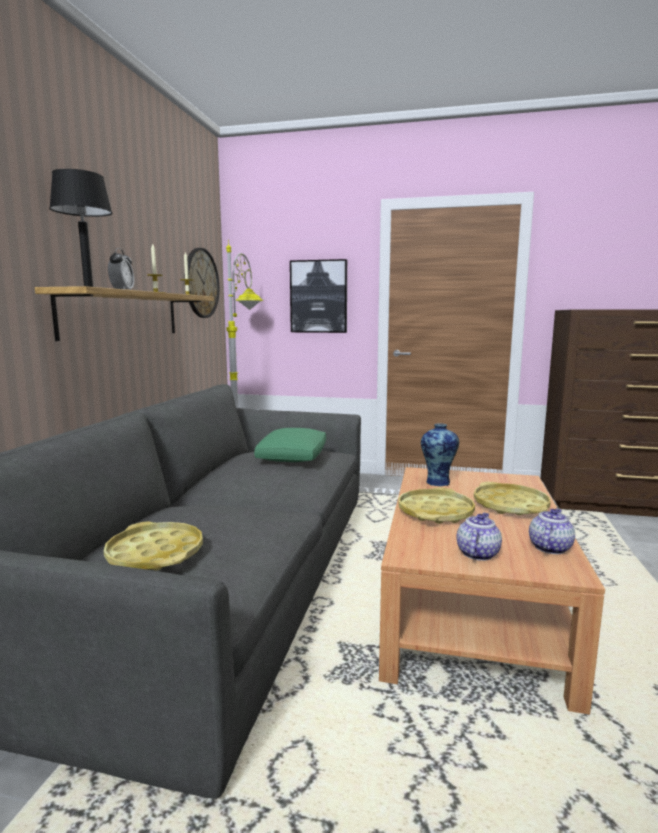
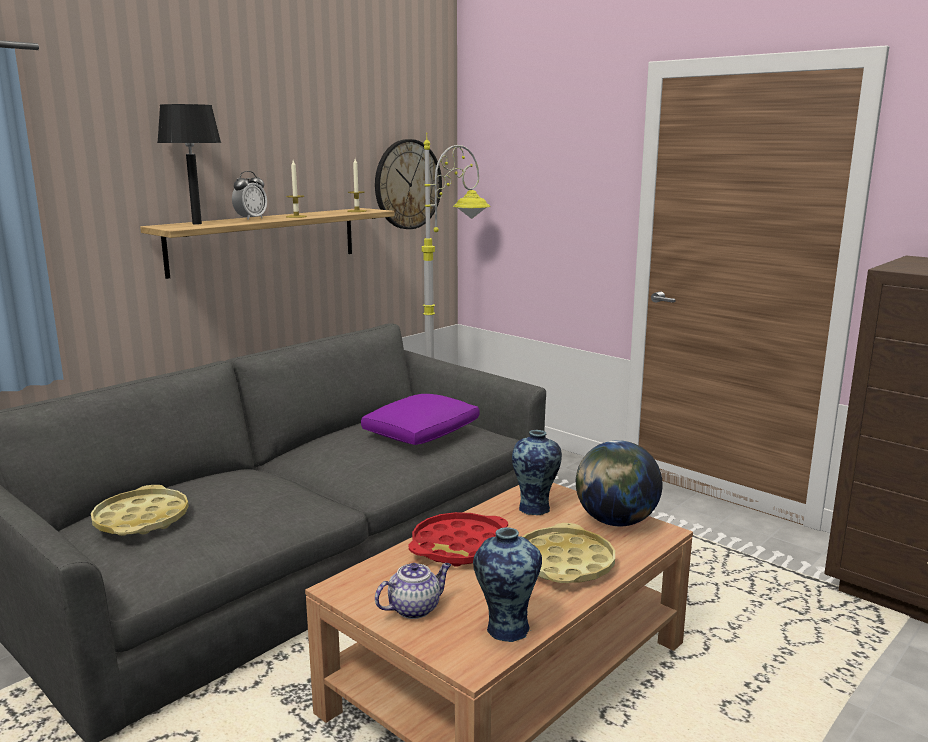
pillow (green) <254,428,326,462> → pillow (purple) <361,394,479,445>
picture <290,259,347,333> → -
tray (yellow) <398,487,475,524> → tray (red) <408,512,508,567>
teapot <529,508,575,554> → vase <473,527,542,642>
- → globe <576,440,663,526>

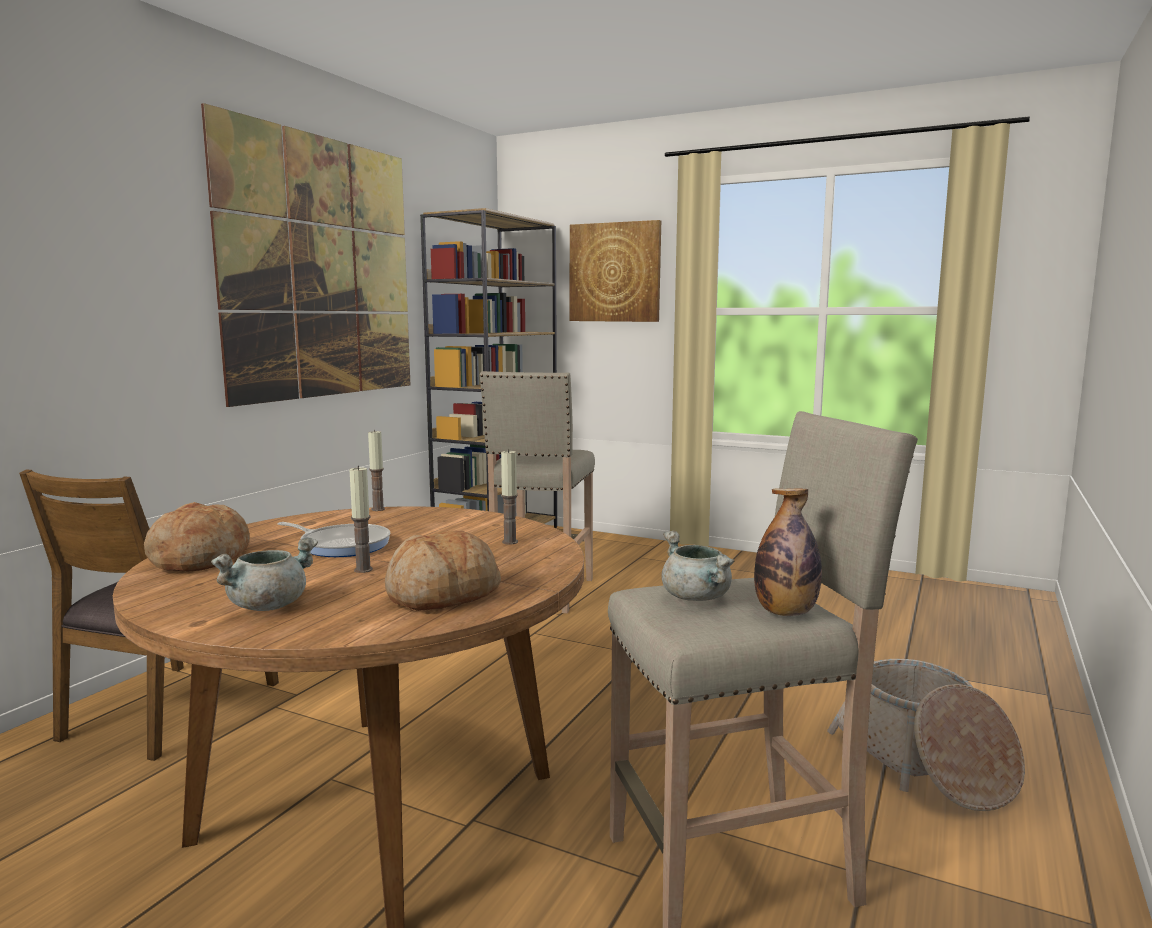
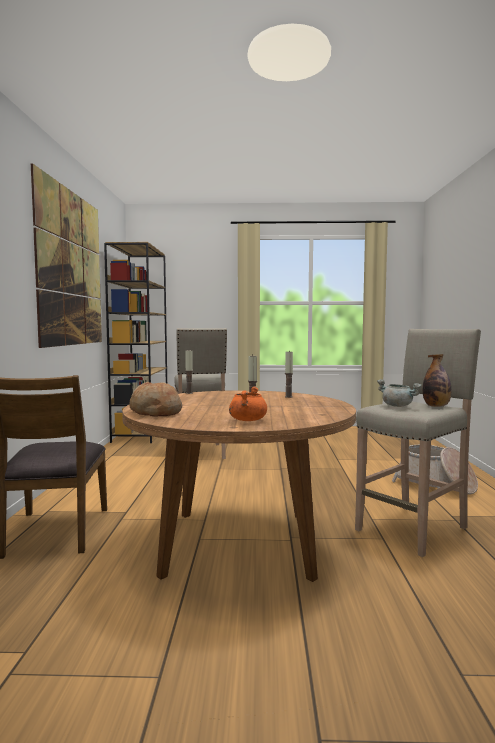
cooking pot (grey) <211,537,318,611> → cooking pot (orange) <229,386,267,421>
frying pan <277,522,390,557> → -
bread <385,531,501,611> → -
picture <570,220,661,322> → -

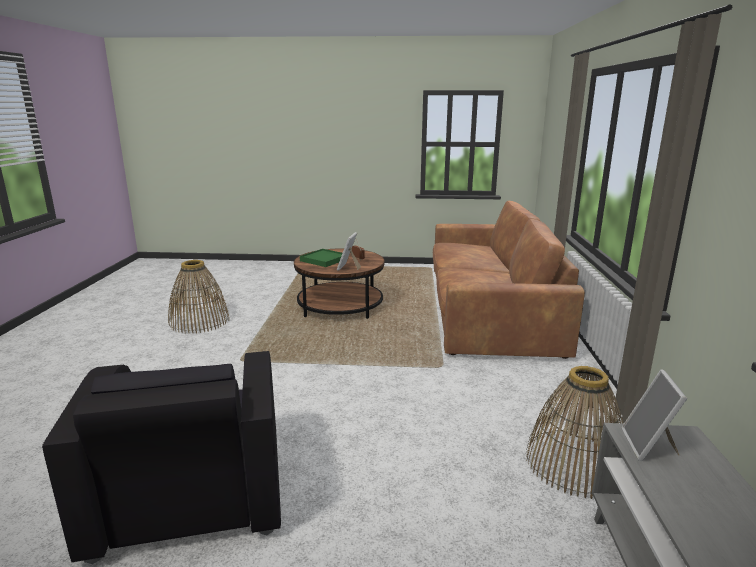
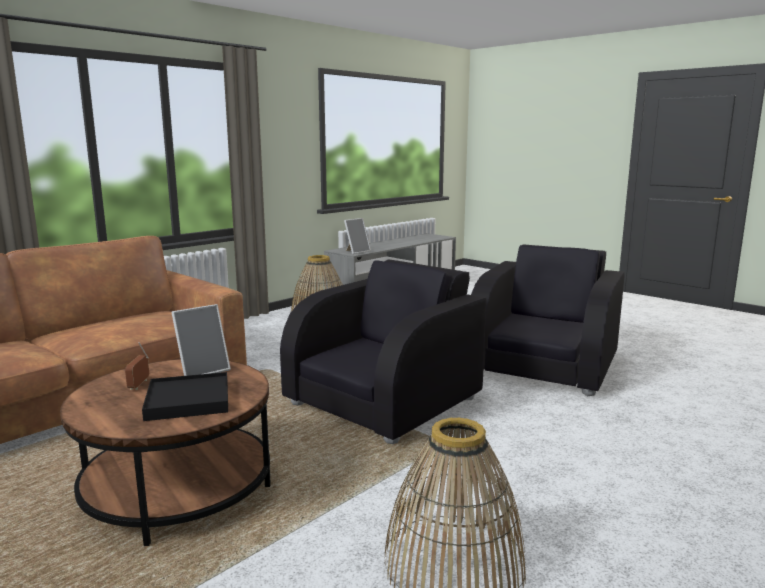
tray (green) <300,249,342,267> → tray (black) <142,372,228,421>
- → armchair (black) <280,260,486,444>

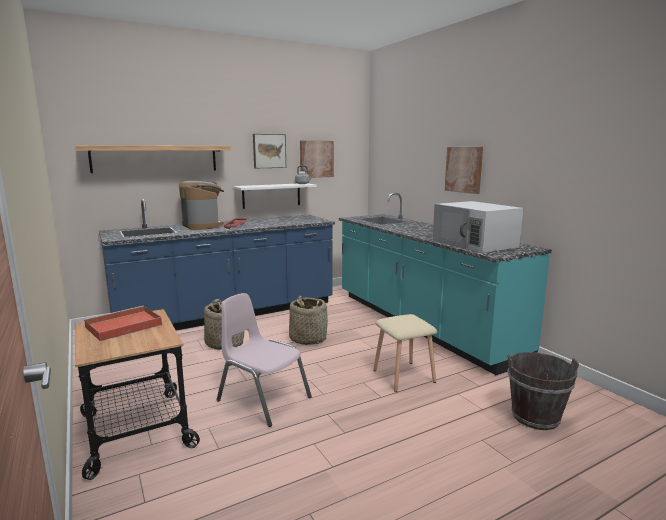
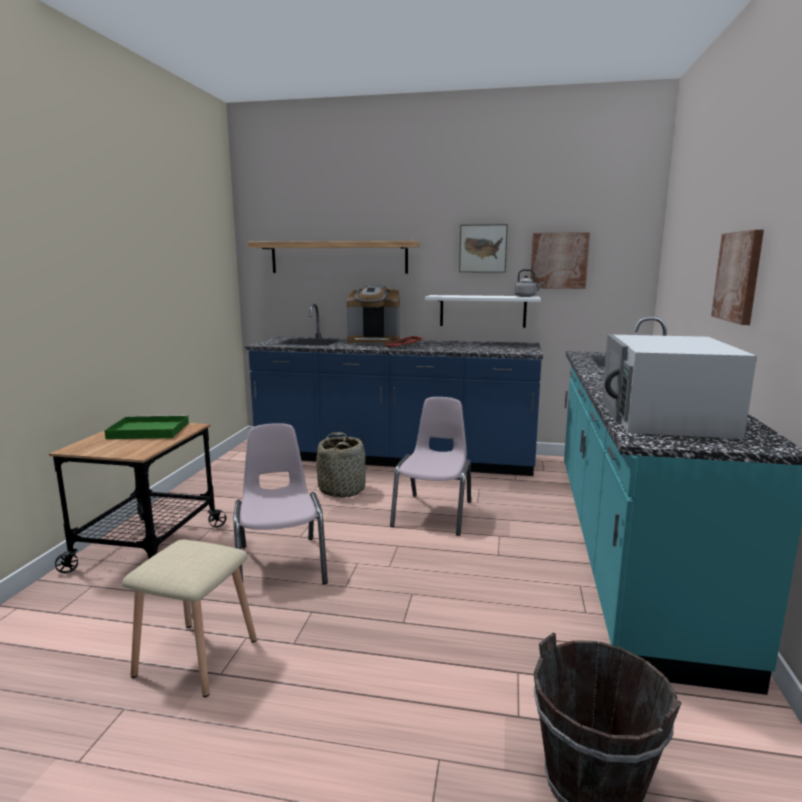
tray (red) <84,306,162,341> → tray (green) <104,415,189,439>
coffee machine <179,181,224,230> → coffee machine <347,284,400,345>, 90 degrees clockwise
basket <289,296,328,345> → chair (pink) <390,397,471,536>
stool (beige) <373,314,437,392> → stool (beige) <122,540,257,697>, relocated

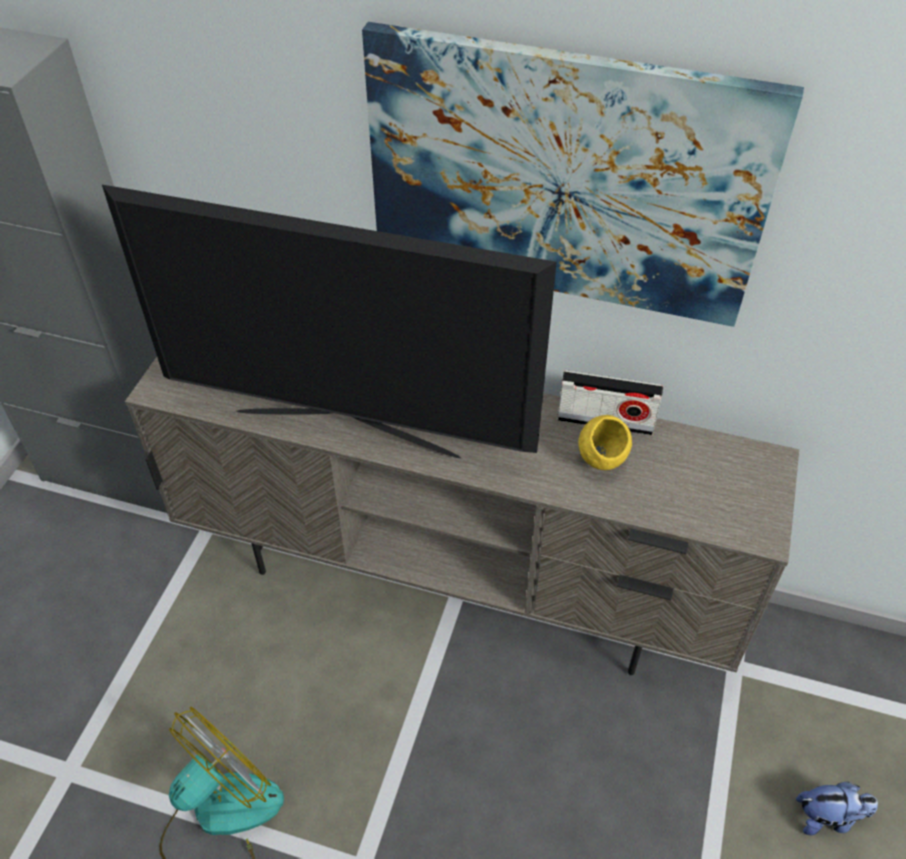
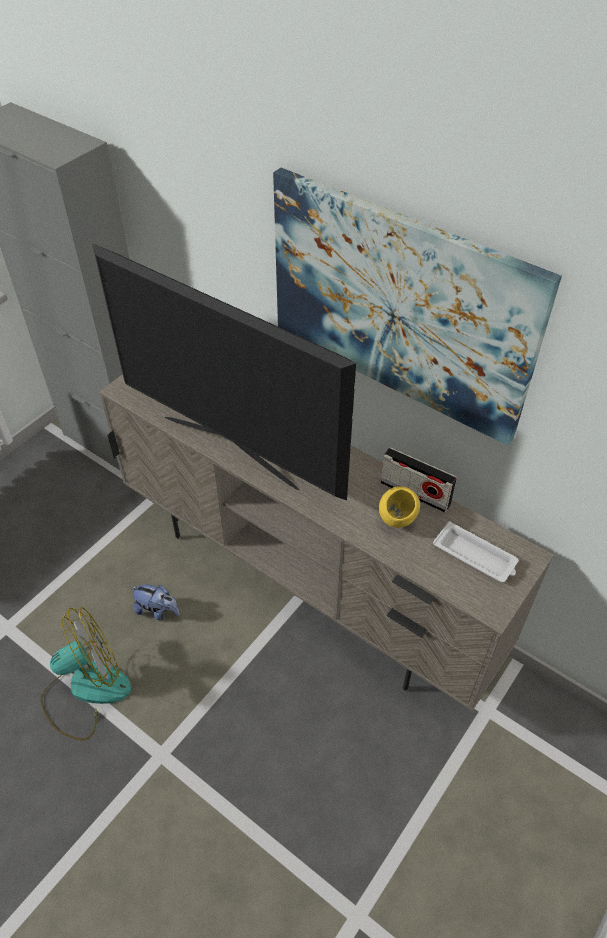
plush toy <796,782,878,835> → plush toy <130,584,180,620>, relocated
- → tray (white) <433,521,519,583>

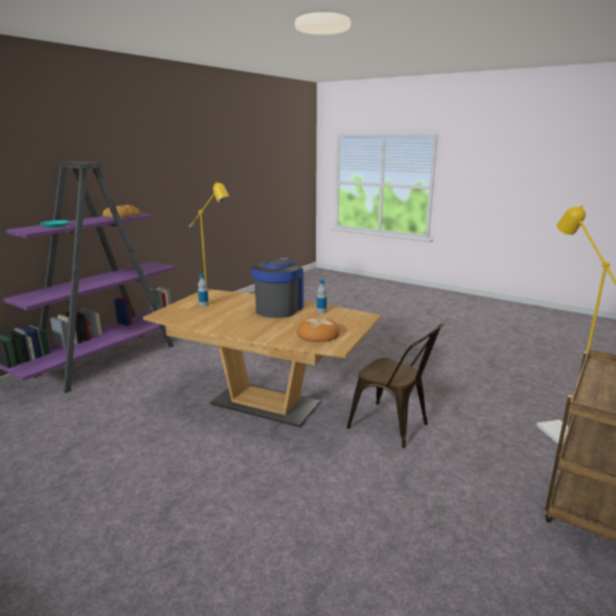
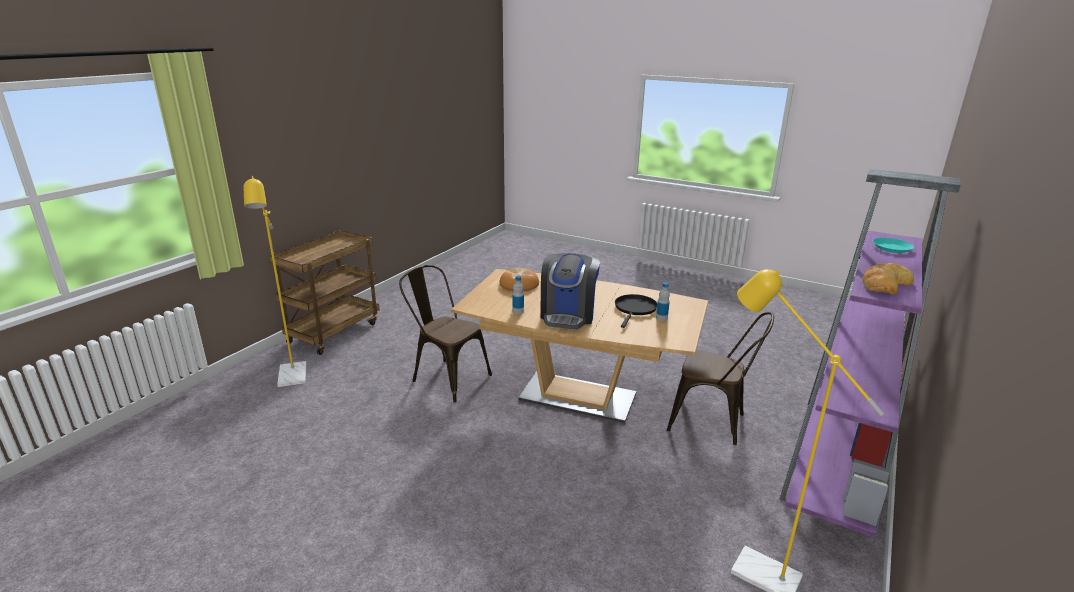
- → frying pan (black) <615,294,657,328>
- → chair (brown) <667,312,774,445>

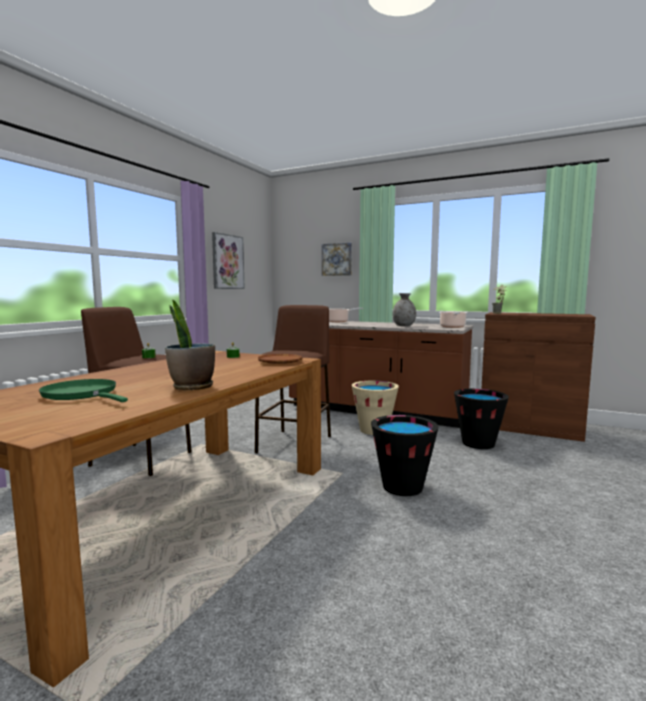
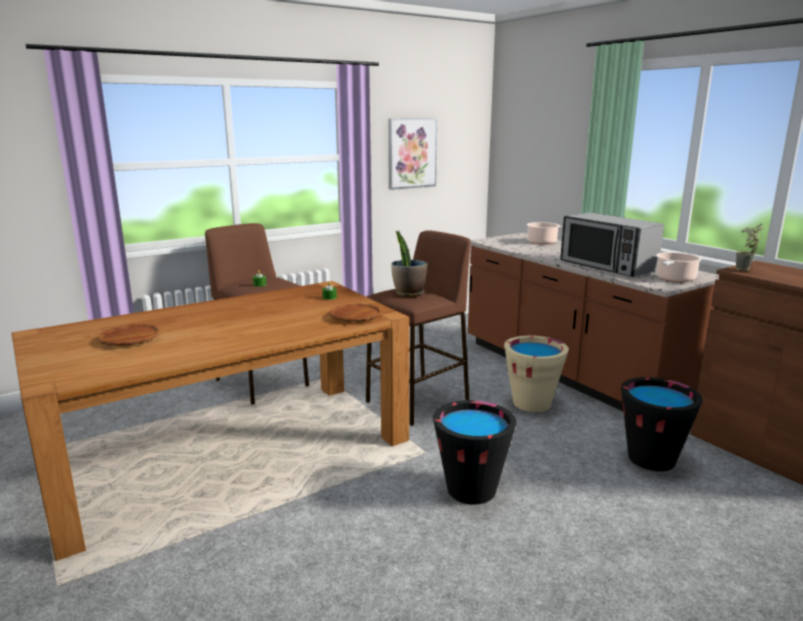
frying pan (green) <39,379,128,402> → plate (brown) <97,324,160,346>
potted plant <165,300,215,390> → potted plant <391,230,427,297>, relocated
picture <322,243,352,276> → -
vase (grey) <392,293,416,326> → microwave <560,213,664,277>

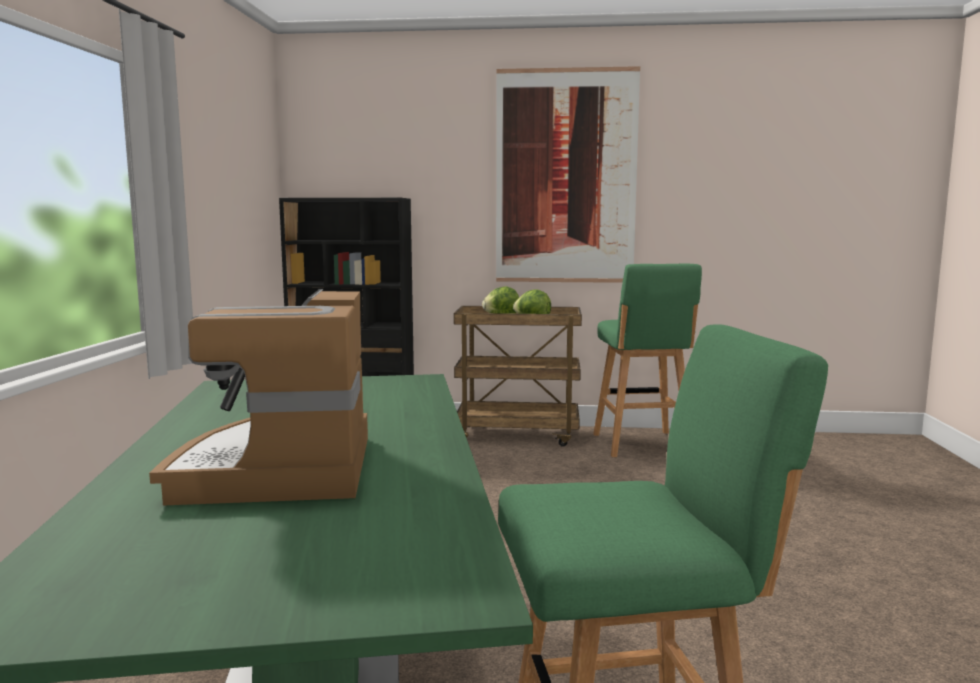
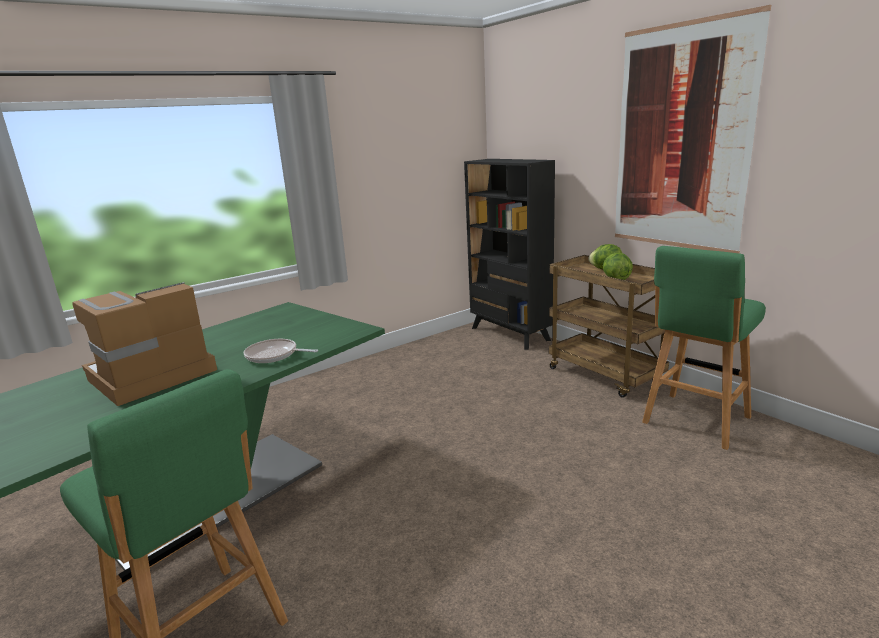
- → frying pan <243,339,318,363>

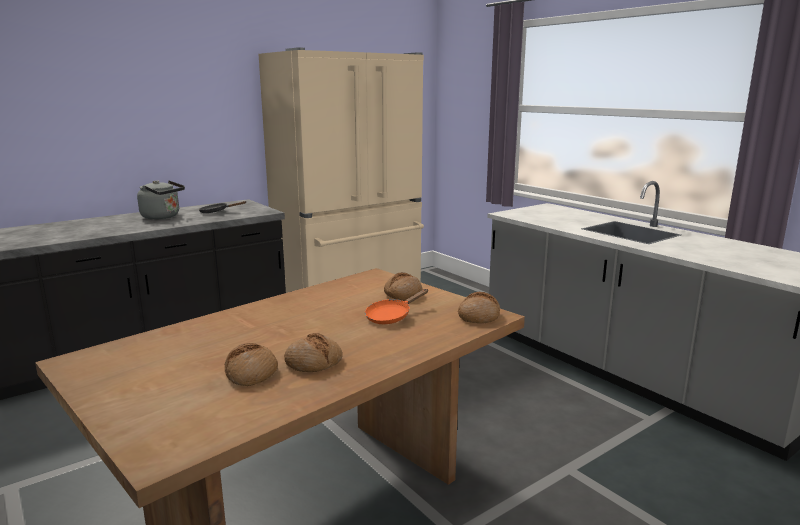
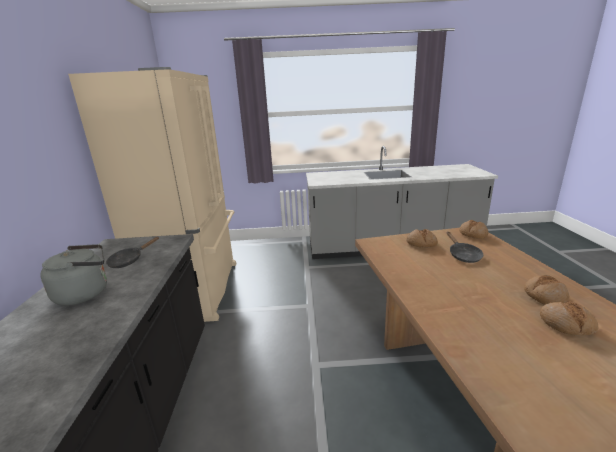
frying pan (orange) <365,289,428,324> → frying pan (black) <447,232,483,263>

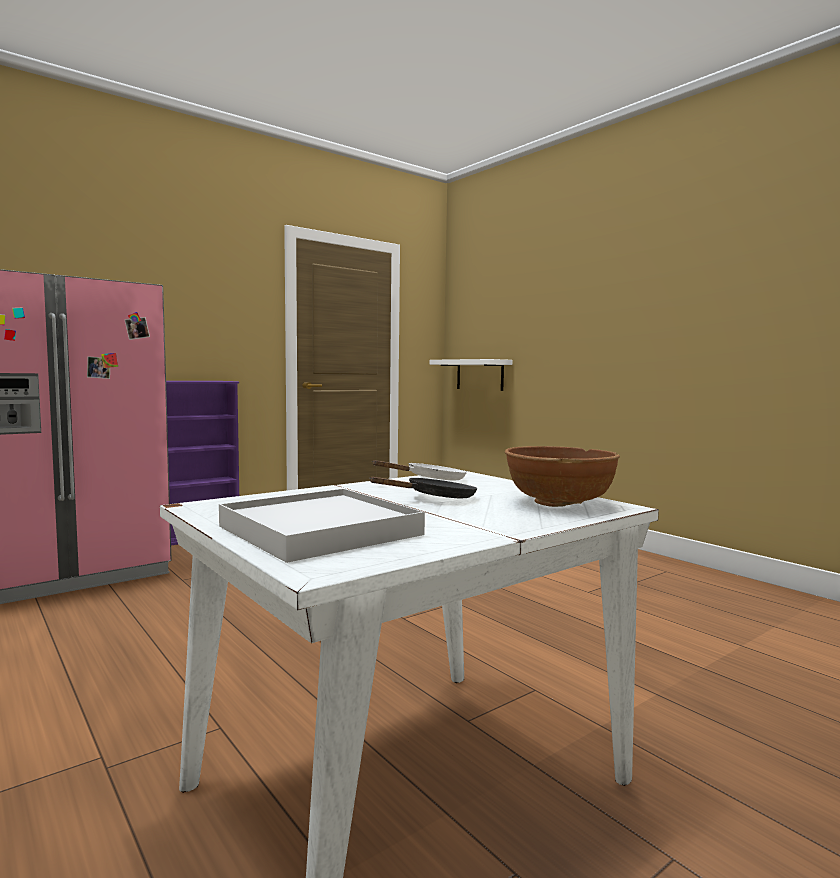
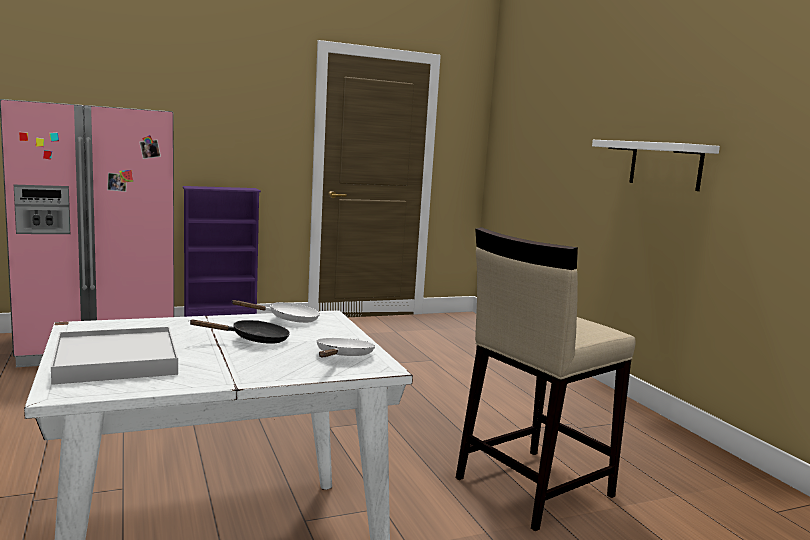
shelf (white) <429,359,512,391> → shelf (white) <592,140,720,191>, relocated
bowl (brown) <505,446,620,507> → frying pan (white) <317,338,375,357>
- → stool (beige) <456,227,635,531>

